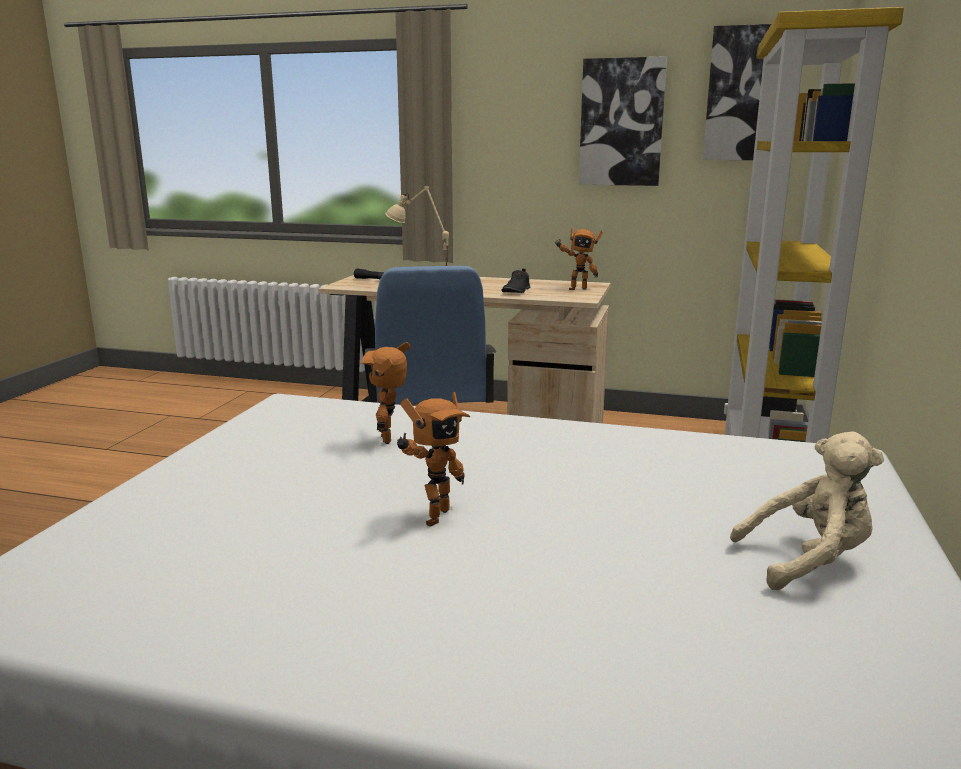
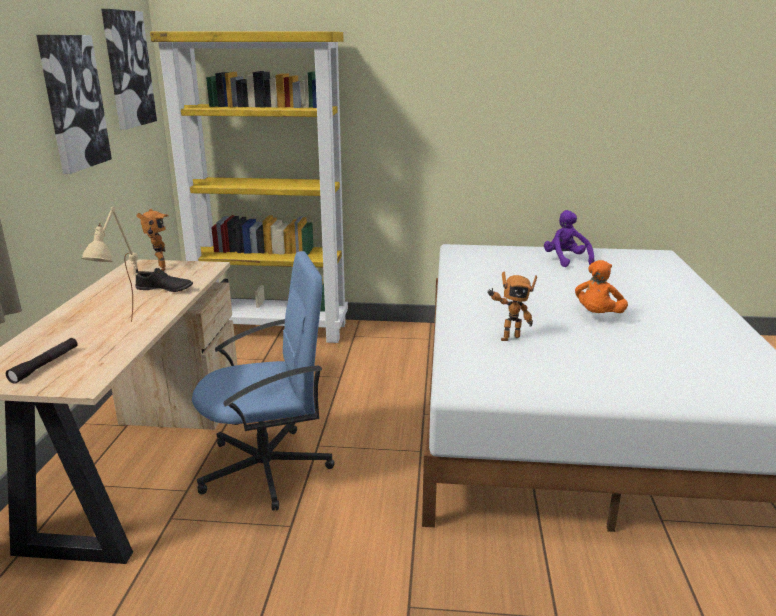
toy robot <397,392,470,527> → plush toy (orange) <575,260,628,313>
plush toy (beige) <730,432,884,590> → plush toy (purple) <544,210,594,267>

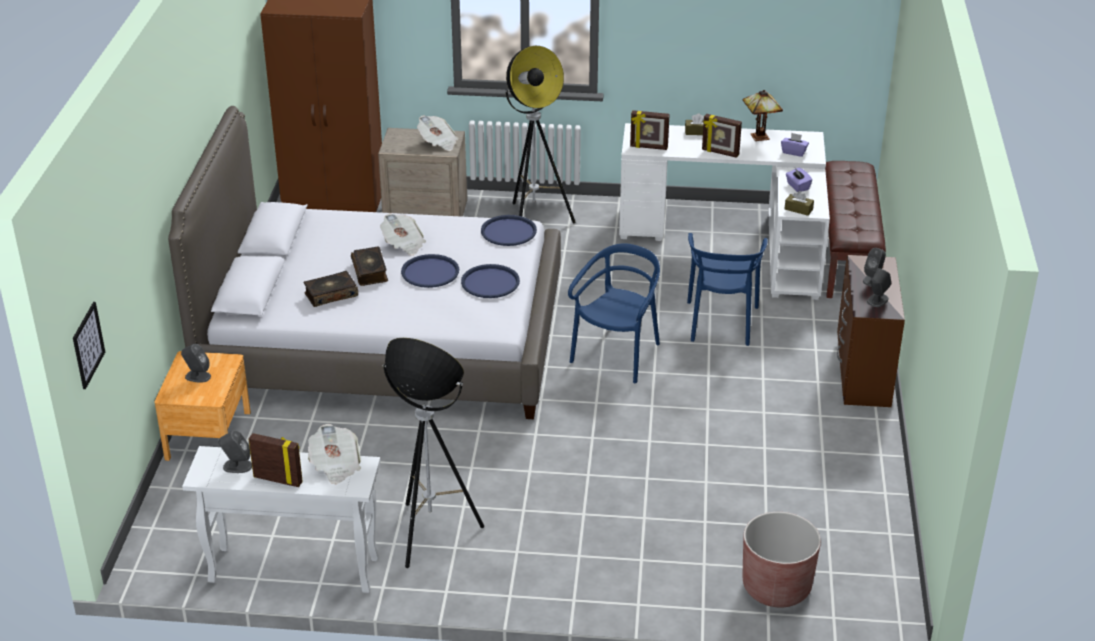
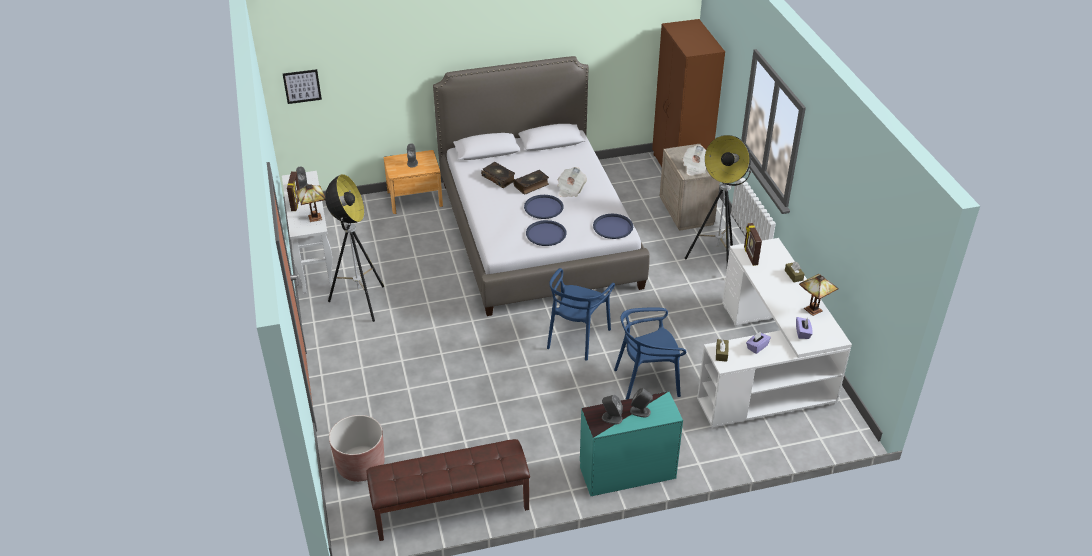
newspaper <308,424,361,484> → table lamp <296,184,325,222>
chair (blue) <568,243,660,383> → chair (blue) <547,268,615,361>, 105 degrees clockwise
picture frame <702,114,742,158> → -
bench (brown) <825,161,886,298> → bench (brown) <366,439,530,541>, relocated
dresser (brown) <837,255,905,407> → dresser (turquoise) <580,391,683,496>

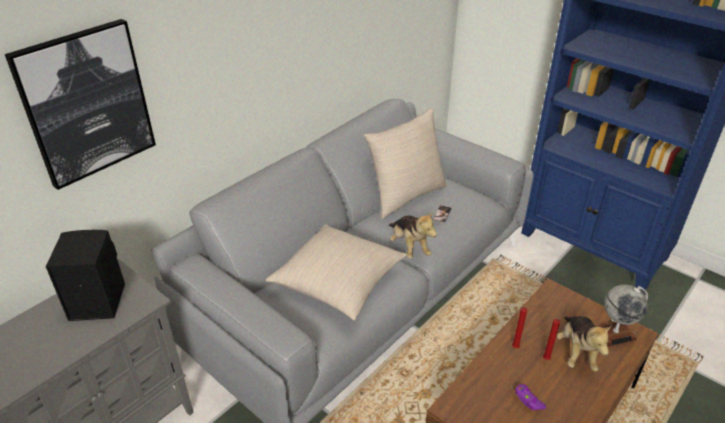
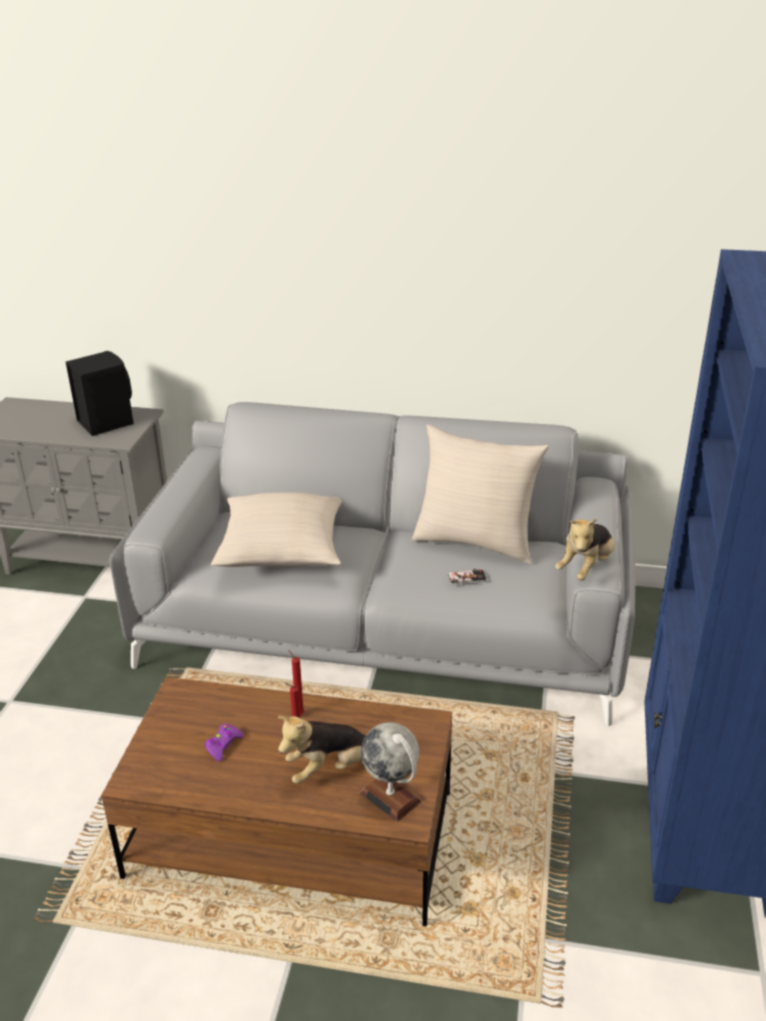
picture <5,19,156,190> → -
plush toy <389,211,437,259> → plush toy <555,518,615,581>, relocated

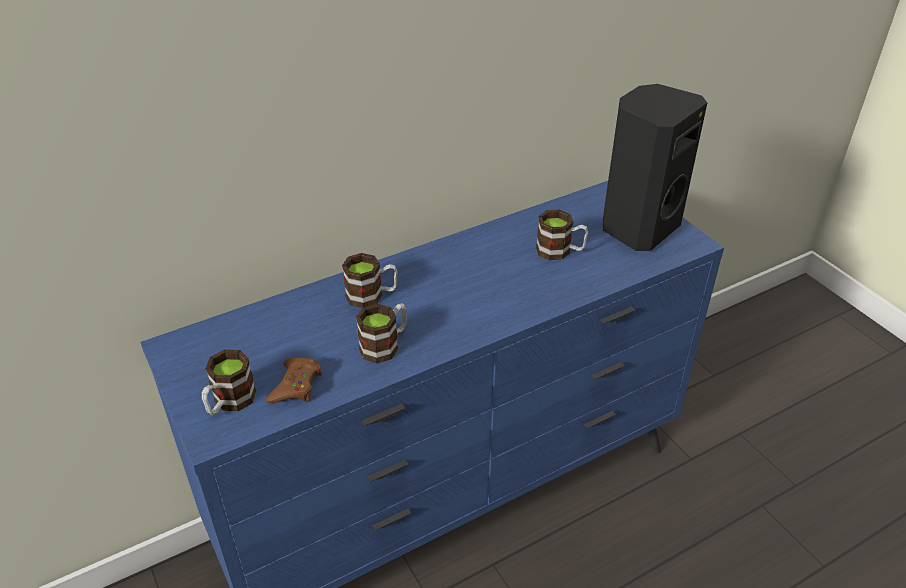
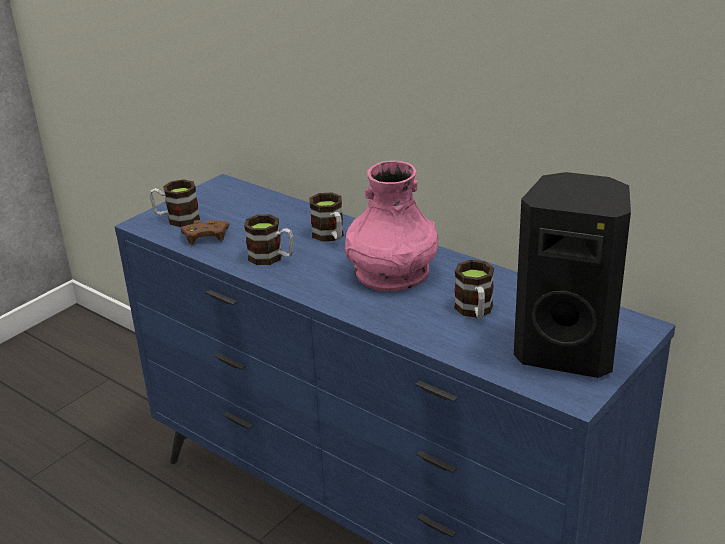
- → vase (pink) <345,160,438,291>

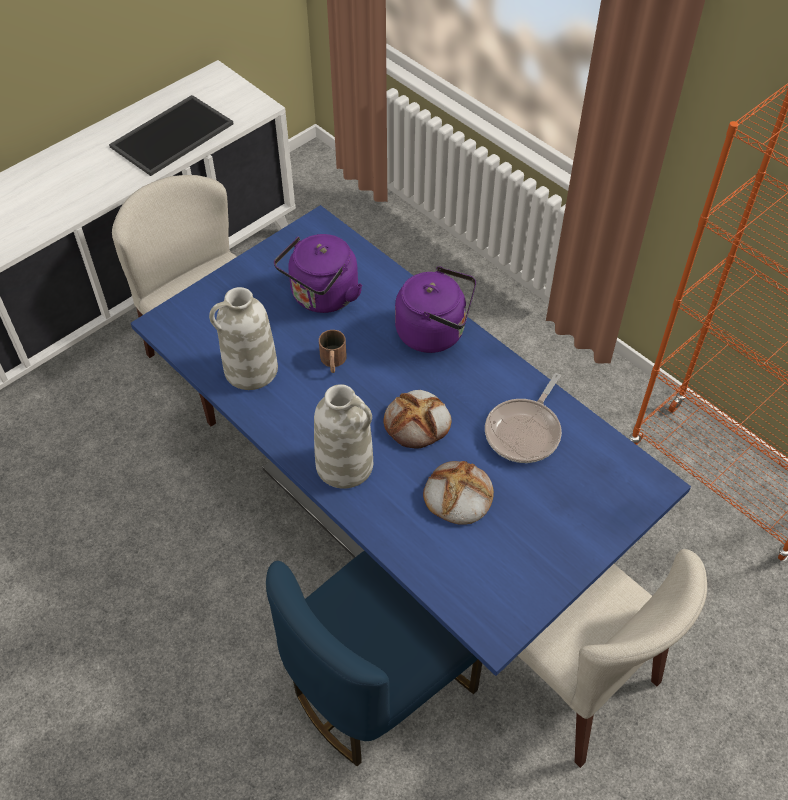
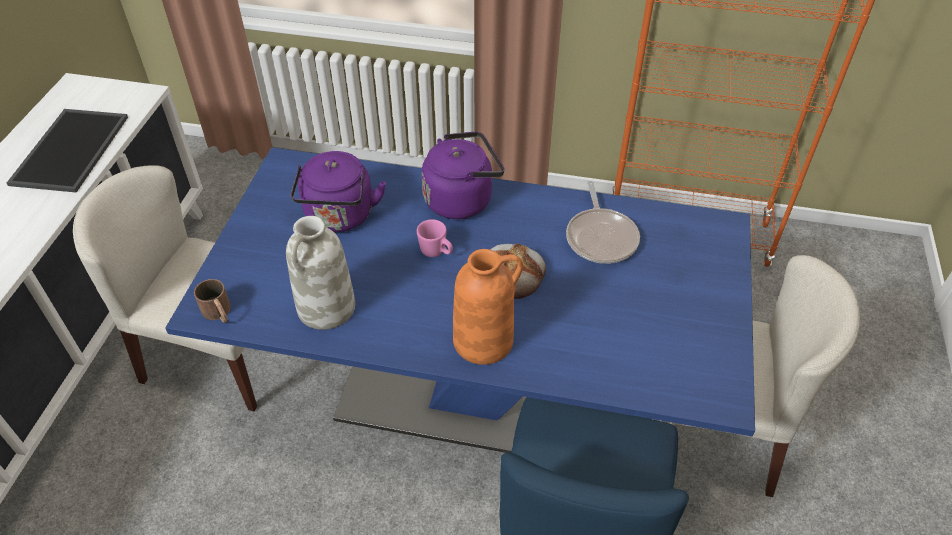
vase (white) <314,384,373,489> → vase (orange) <453,249,523,365>
mug (brown) <319,330,346,373> → mug (brown) <194,279,231,323>, relocated
bread <423,461,494,525> → -
- → mug (pink) <417,219,453,257>

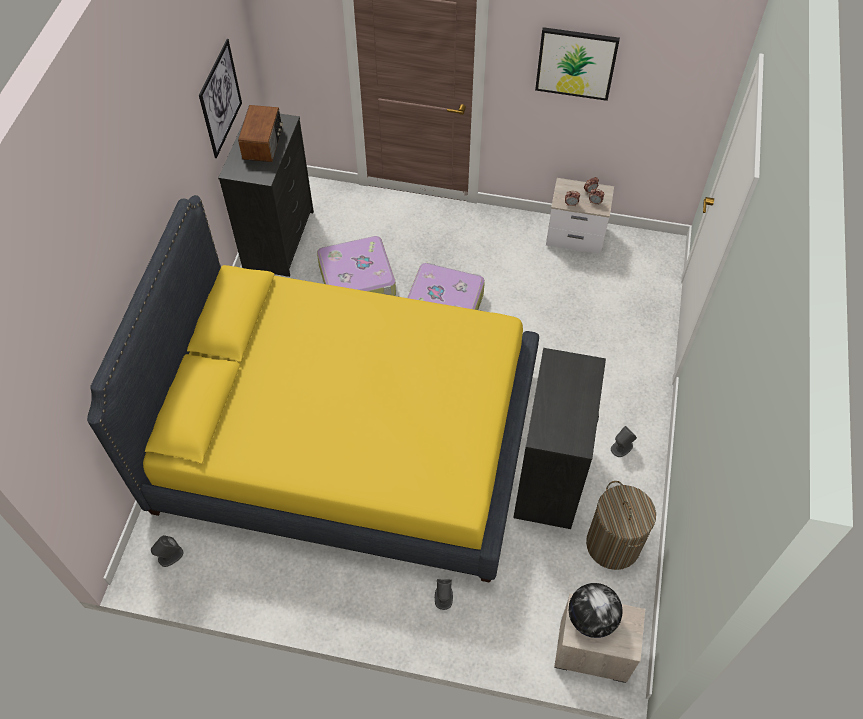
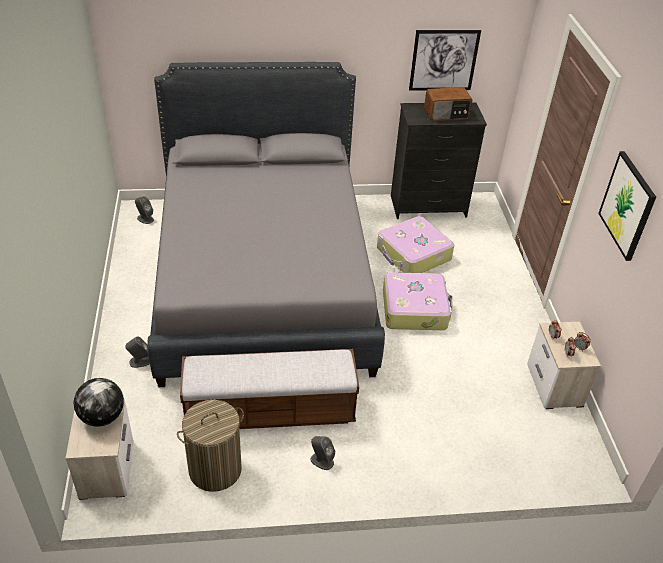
bed (yellow) <87,195,539,583> → bed (grey) <147,62,385,387>
dresser (black) <513,348,606,529> → bench <180,349,359,429>

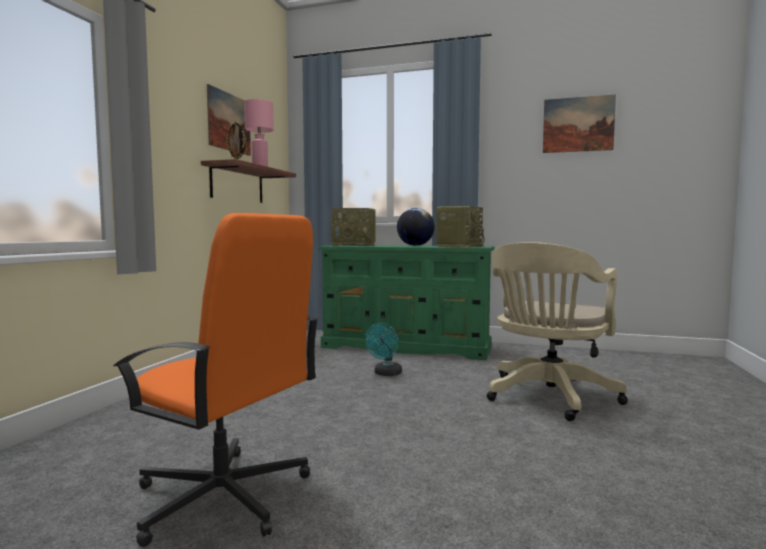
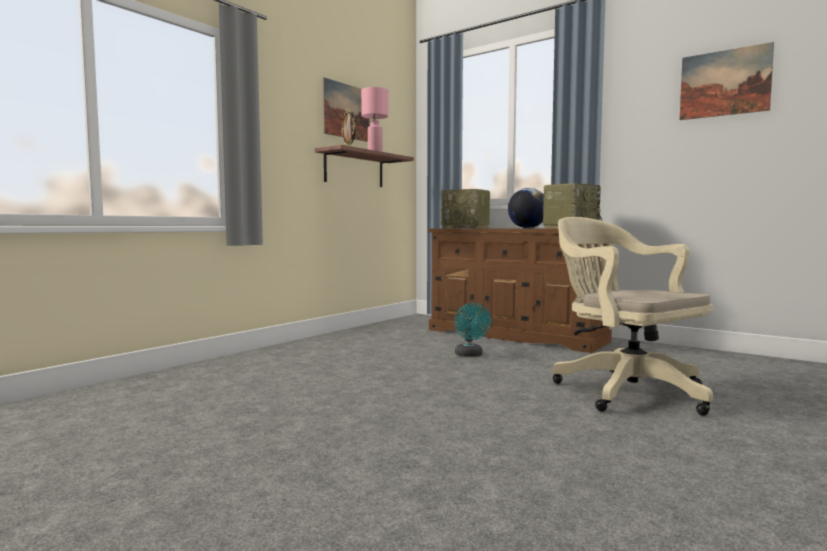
office chair (orange) <113,213,319,547> → -
dresser (green) <318,245,494,360> → dresser (brown) <428,228,612,353>
fan (turquoise) <365,323,402,376> → fan (turquoise) <454,303,491,357>, 60 degrees counterclockwise
office chair (beige) <487,242,628,421> → office chair (beige) <553,217,713,416>, 90 degrees clockwise

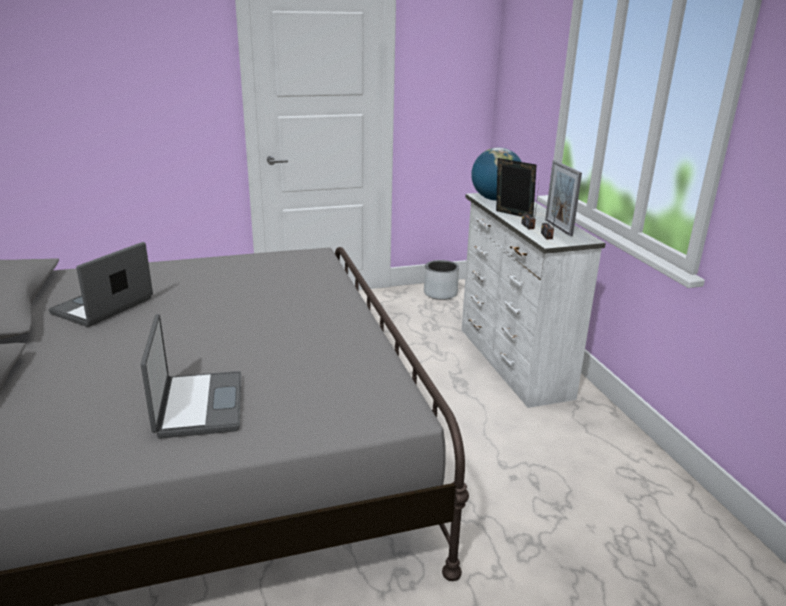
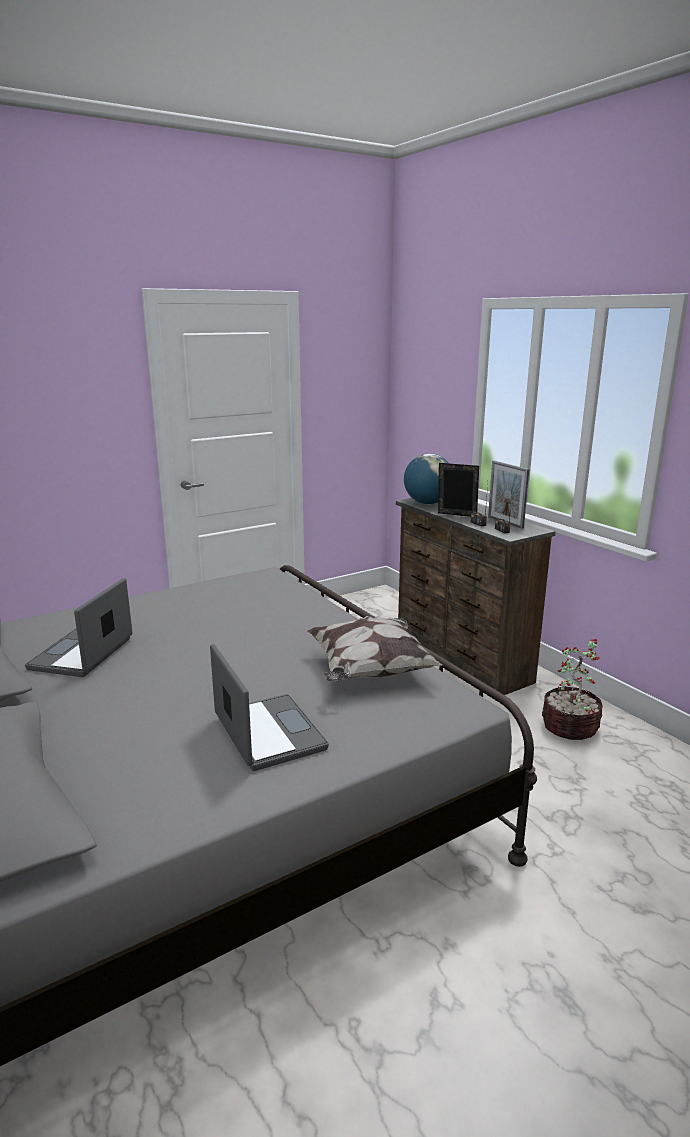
planter (grey) <424,260,459,300> → -
dresser (white) <462,193,606,408> → dresser (brown) <396,498,556,695>
- → pillow <307,616,442,682>
- → potted plant <542,639,603,740>

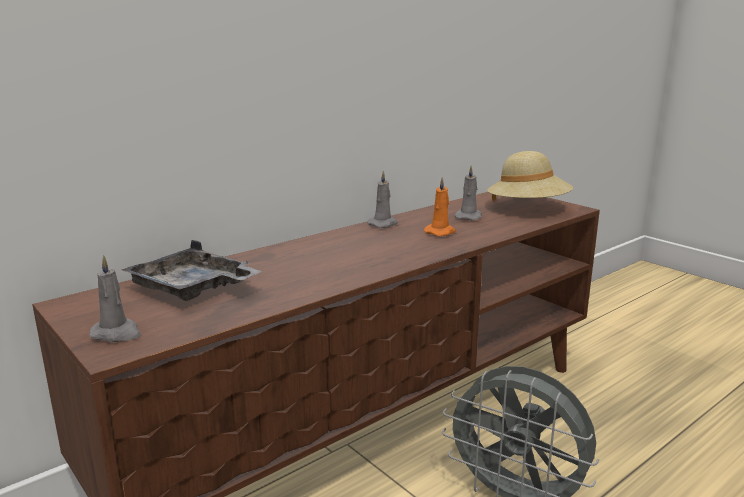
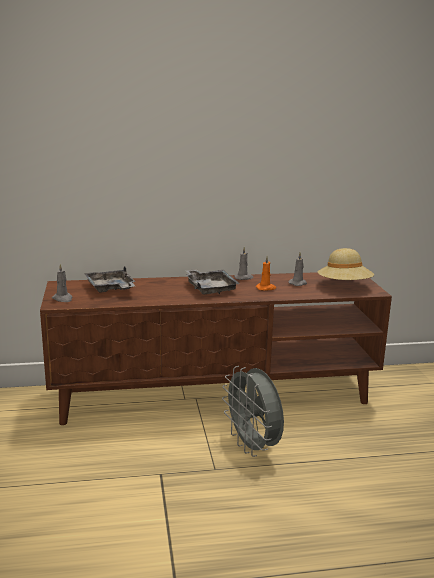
- → tray (grey) <185,269,240,294>

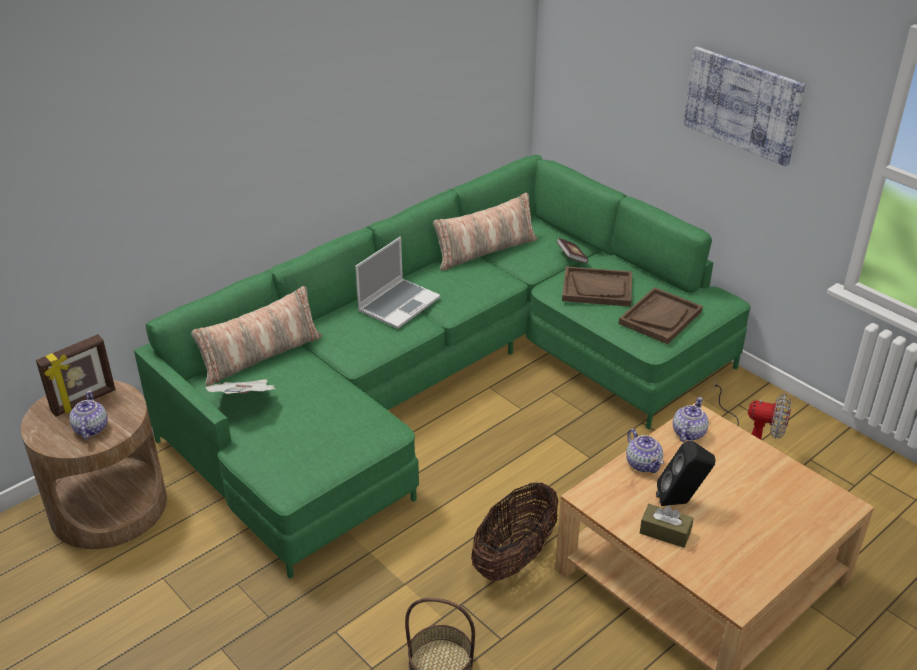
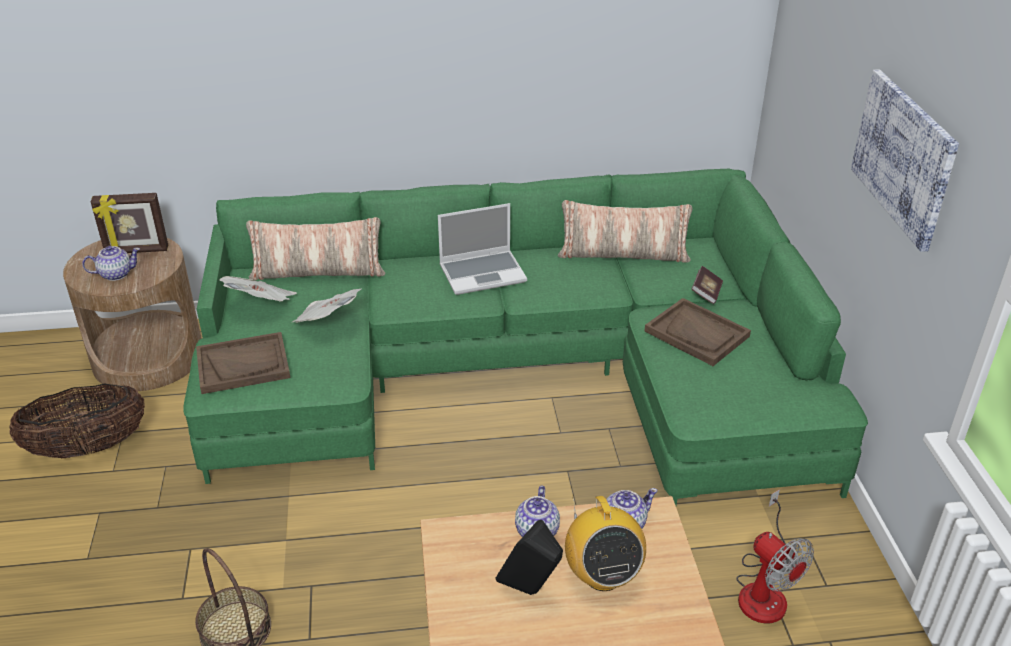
teapot <69,390,108,440> → teapot <82,246,140,281>, 45 degrees clockwise
basket <471,482,558,581> → basket <10,383,145,458>, relocated
tray (brown) <619,287,703,344> → tray (brown) <196,332,290,394>, relocated
tissue box (brown) <640,504,693,548> → -
- → newspaper <291,289,361,323>
- → radio <565,496,646,591>

